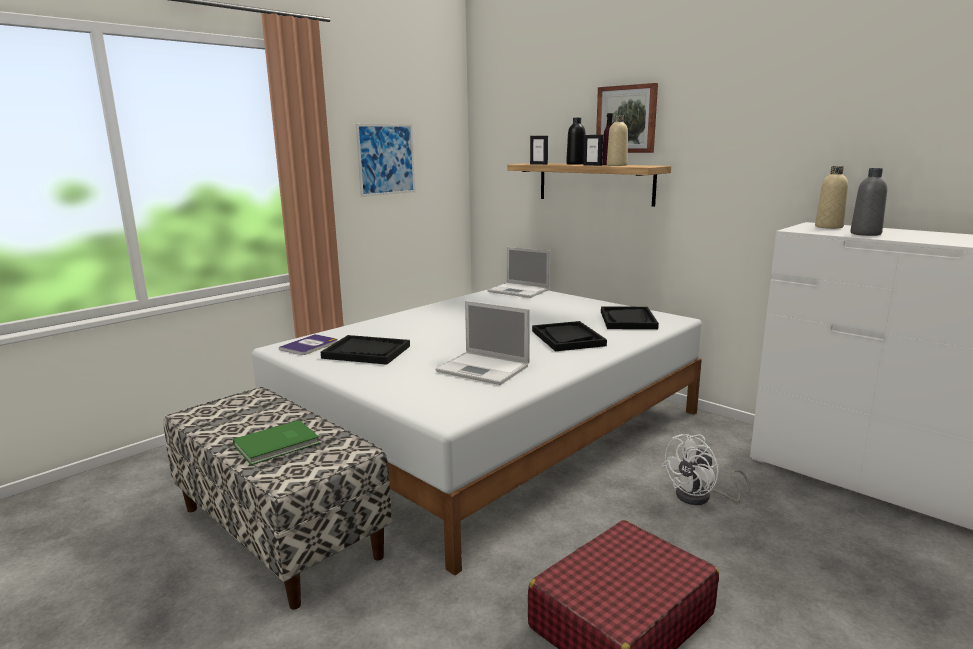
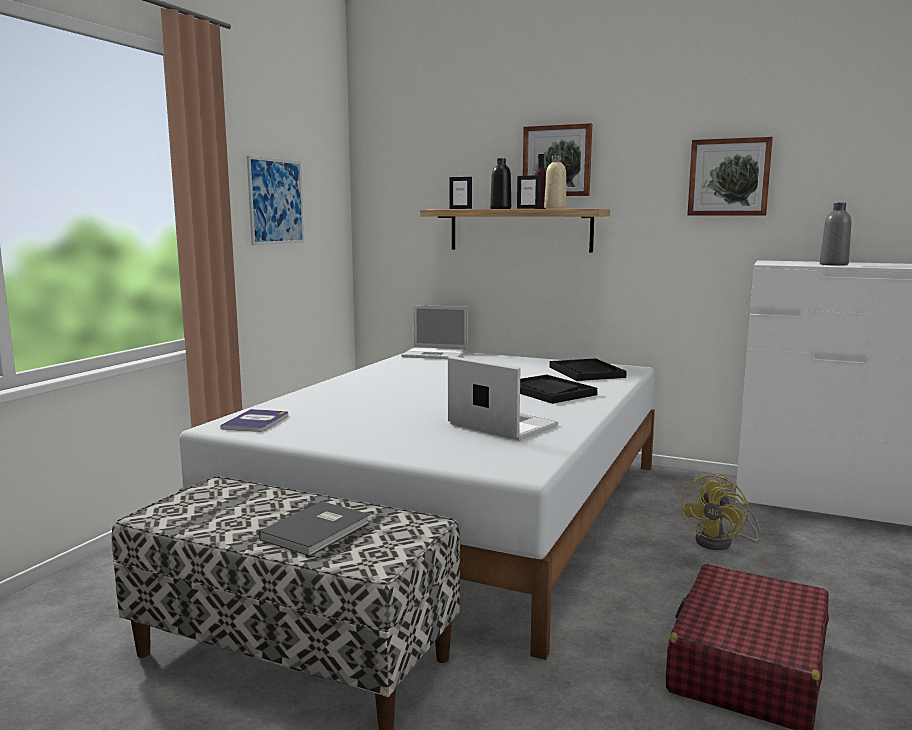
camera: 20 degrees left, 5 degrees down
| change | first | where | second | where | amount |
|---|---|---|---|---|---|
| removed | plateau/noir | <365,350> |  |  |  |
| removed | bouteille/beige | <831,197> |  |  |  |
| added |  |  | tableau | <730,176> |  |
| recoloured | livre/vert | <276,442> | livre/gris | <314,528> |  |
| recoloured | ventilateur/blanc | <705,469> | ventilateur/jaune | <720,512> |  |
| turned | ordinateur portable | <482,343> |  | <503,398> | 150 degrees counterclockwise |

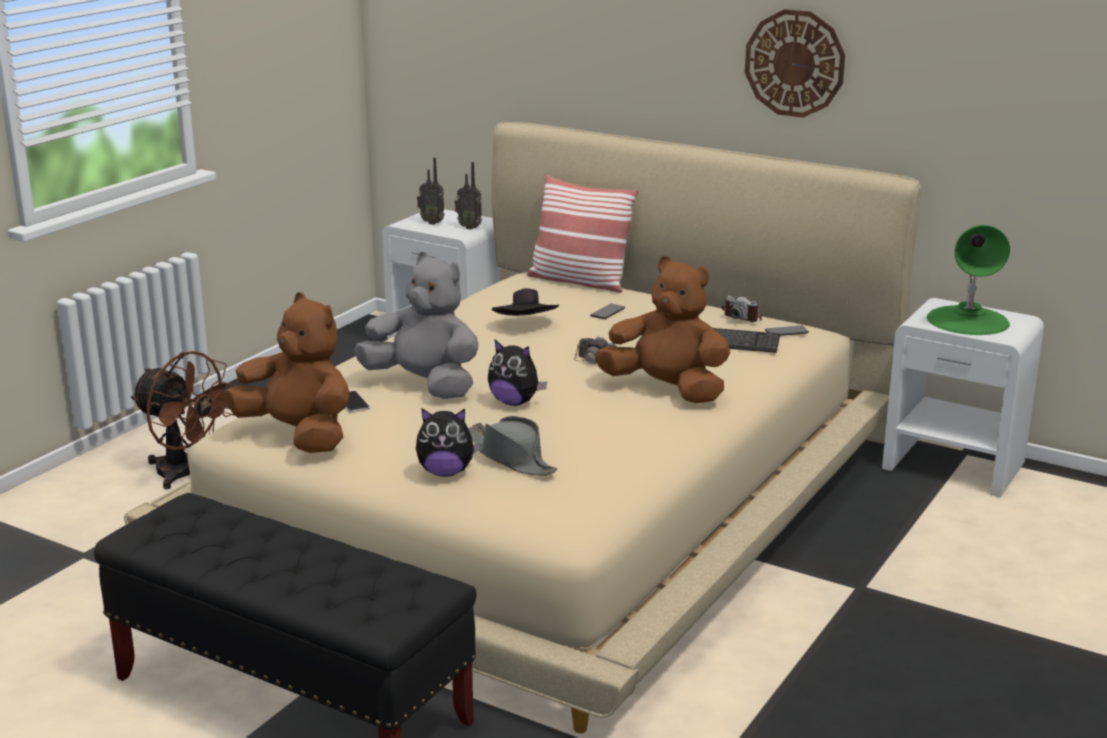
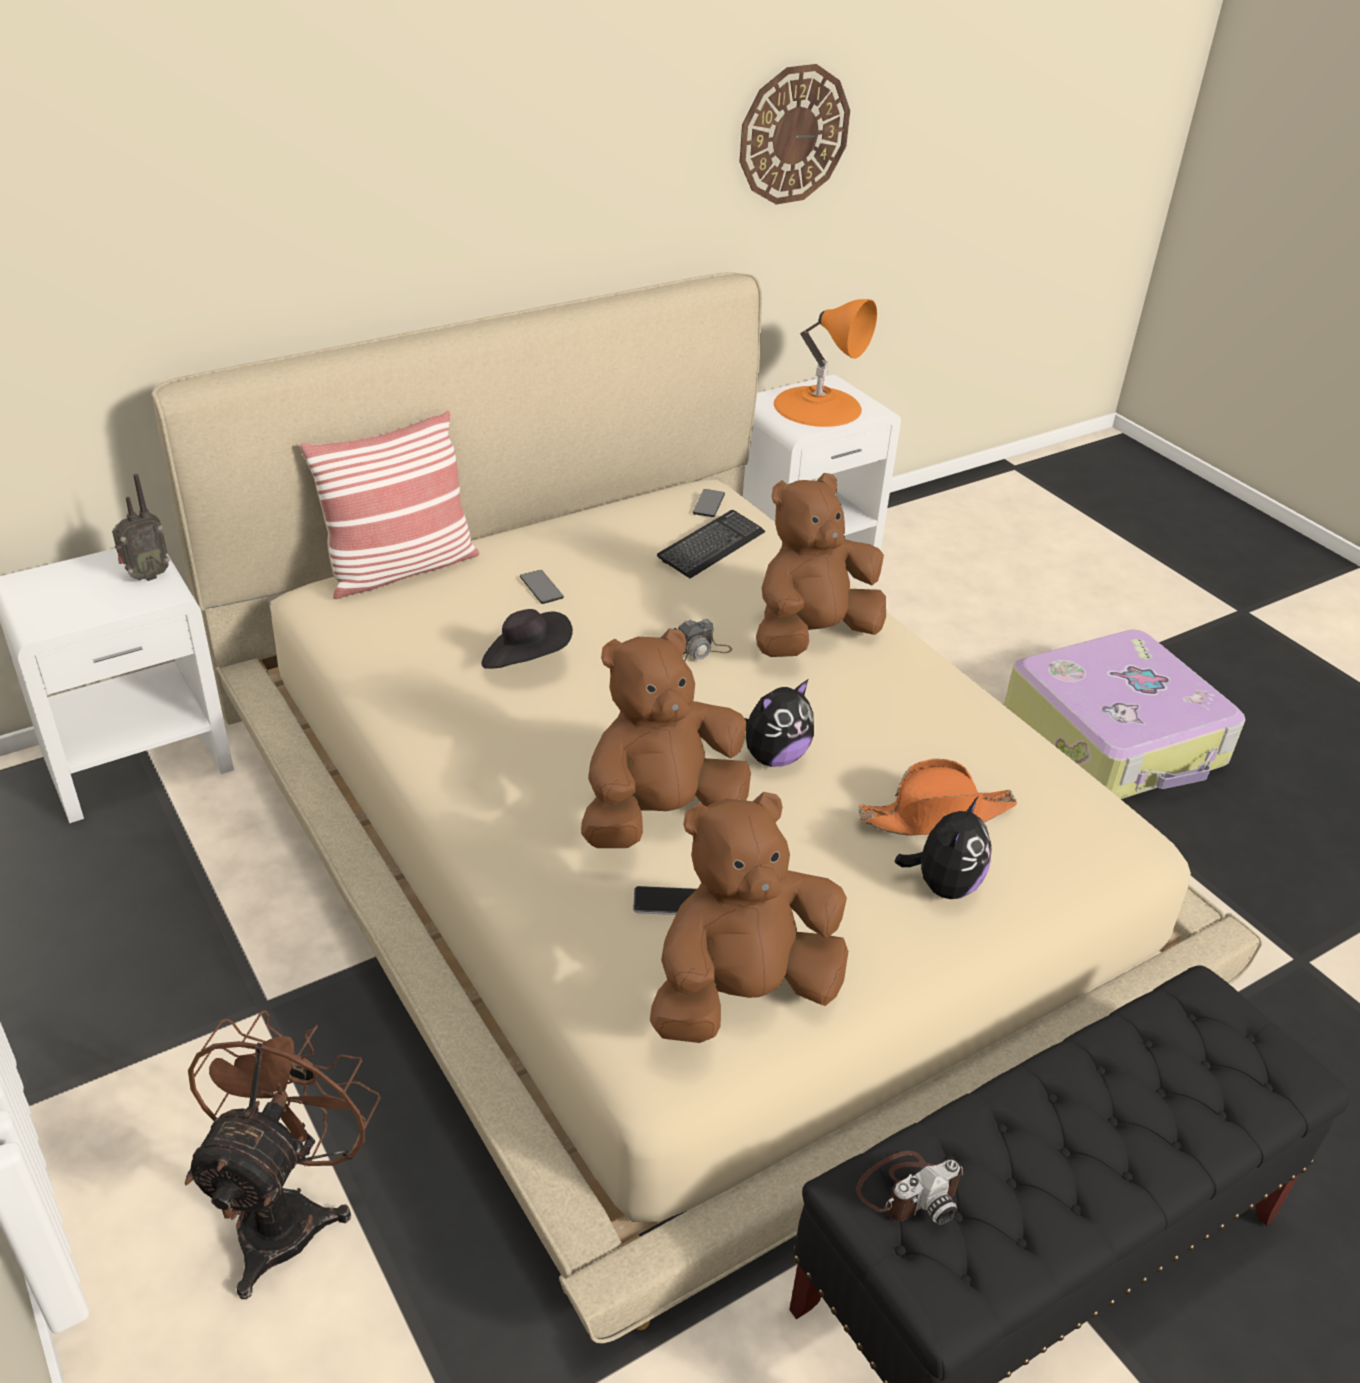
camera: 65 degrees left, 15 degrees up
| change | first | where | second | where | amount |
|---|---|---|---|---|---|
| removed | radio | <431,191> |  |  |  |
| added |  |  | valise | <1125,714> |  |
| moved | appareil photo | <742,309> |  | <910,1188> |  |
| moved | horloge murale | <795,63> |  | <794,134> |  |
| recoloured | peluche/gris | <416,325> | peluche/marron | <666,738> |  |
| recoloured | chapeau/gris | <512,446> | chapeau/orange | <937,797> |  |
| recoloured | lampe de table/vert | <968,280> | lampe de table/orange | <825,363> |  |
| turned | ventilateur/marron | <183,420> |  | <283,1154> | 45 degrees counterclockwise |

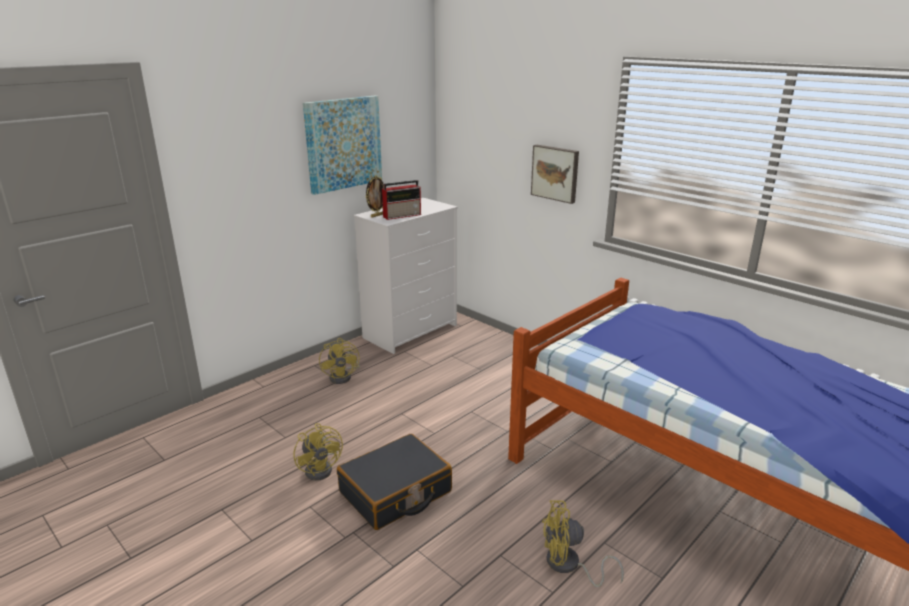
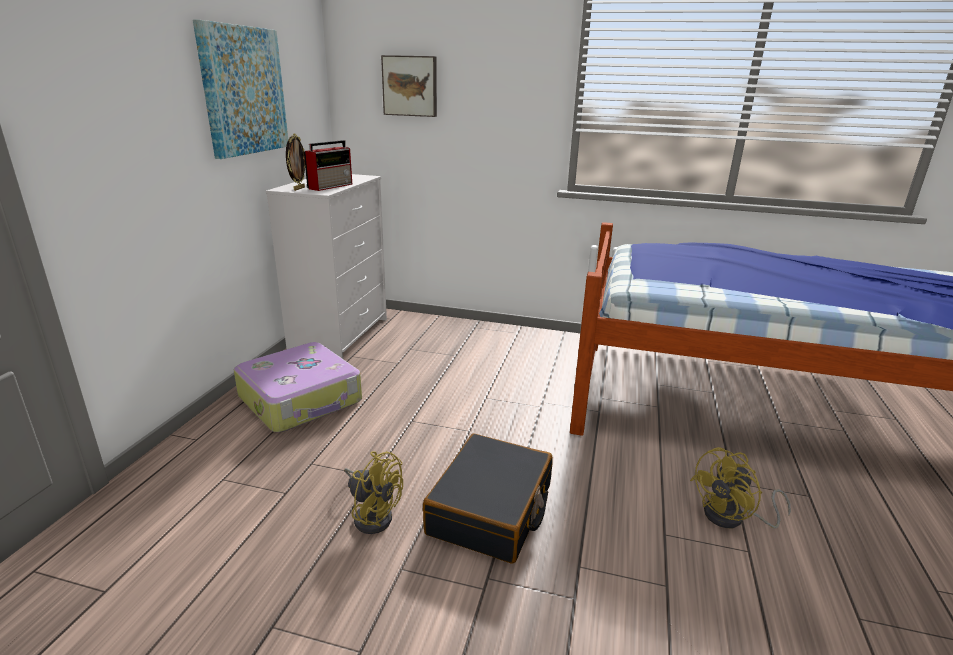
camera: 30 degrees left, 0 degrees up
| change | first | where | second | where | amount |
|---|---|---|---|---|---|
| moved | tableau | <555,174> |  | <409,86> |  |
| replaced | ventilateur/jaune | <339,361> | valise | <298,387> |  |

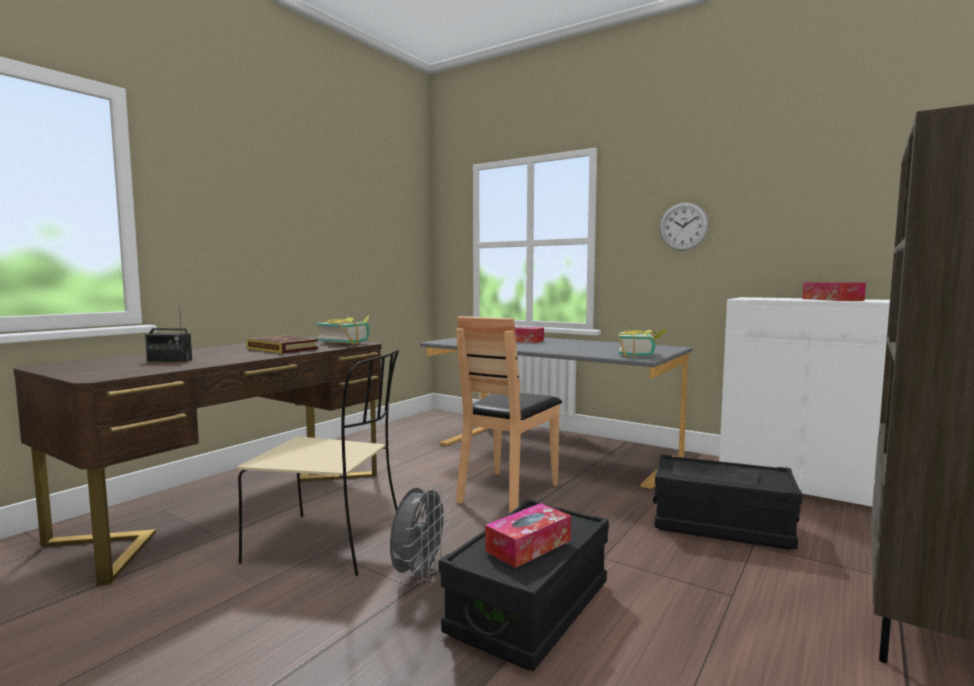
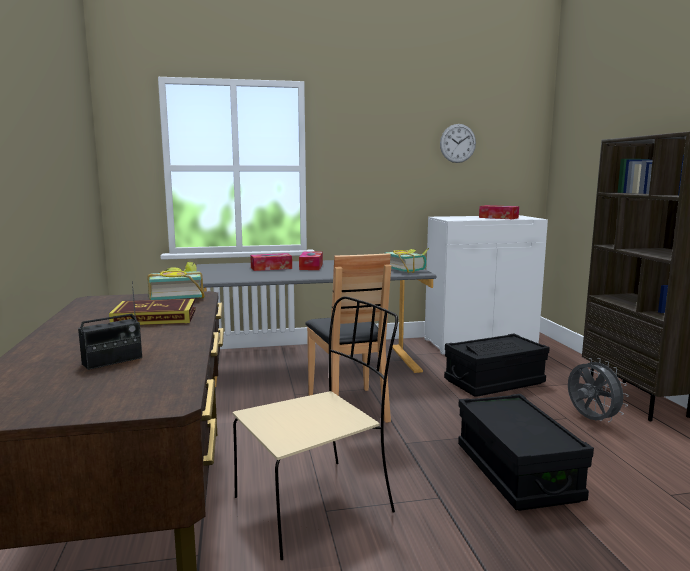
camera: 45 degrees left, 5 degrees up
| change | first | where | second | where | amount |
|---|---|---|---|---|---|
| moved | ventilateur/gris | <420,533> |  | <598,390> |  |
| moved | boîte à mouchoirs | <528,535> |  | <311,261> |  |
| moved | horloge murale | <684,226> |  | <458,143> |  |

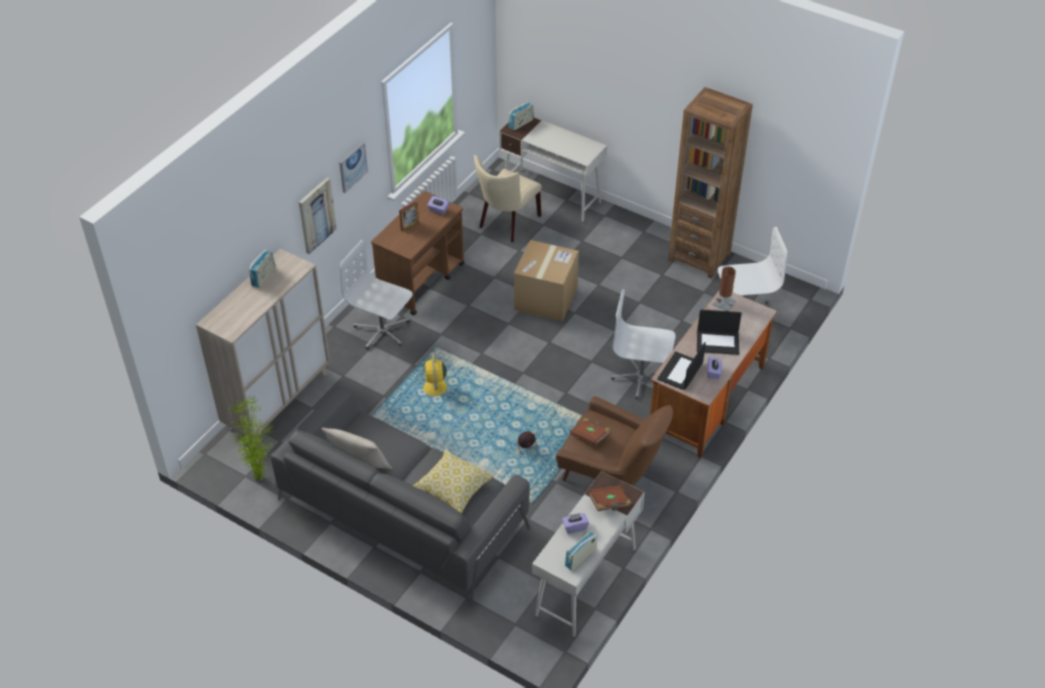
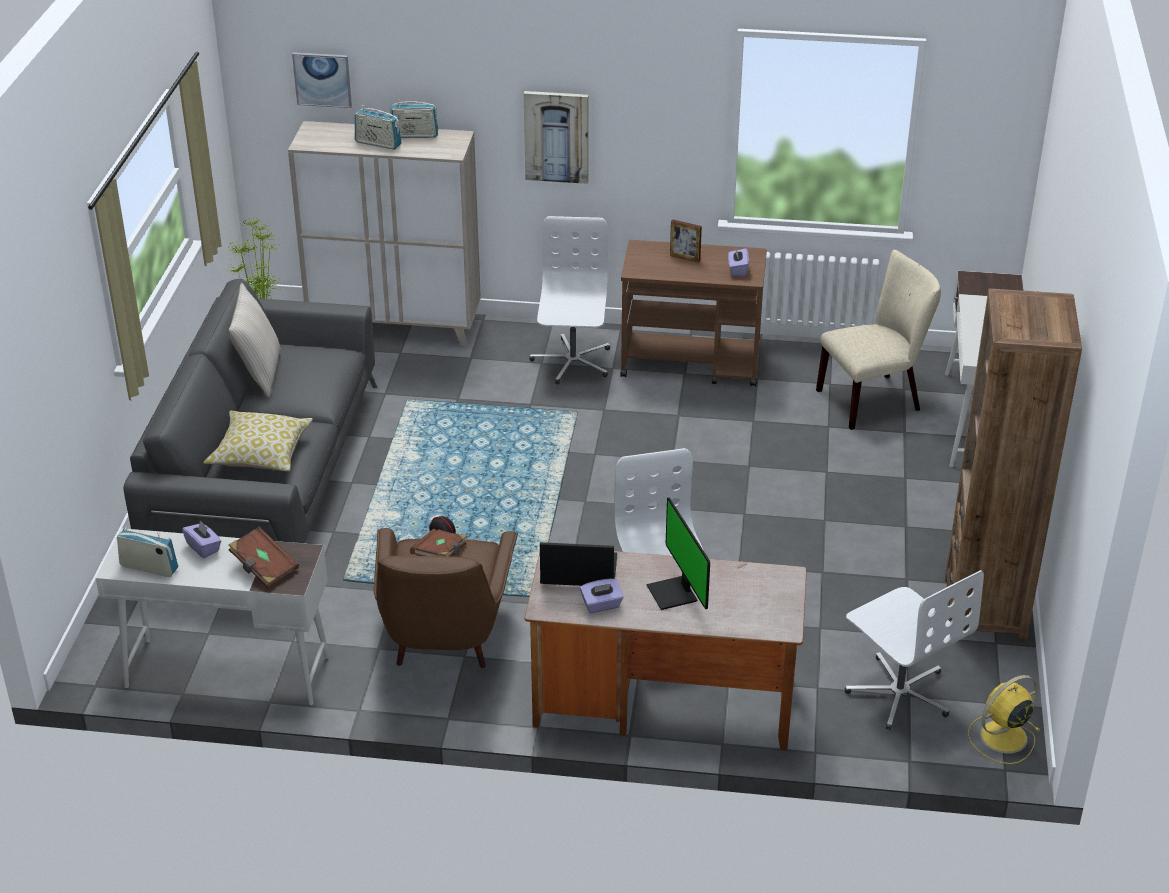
camera: 65 degrees right, 10 degrees down
| change | first | where | second | where | amount |
|---|---|---|---|---|---|
| removed | carton | <546,281> |  |  |  |
| removed | lampe de table/marron | <724,289> |  |  |  |
| moved | tableau | <353,167> |  | <322,80> |  |
| moved | ventilateur/jaune | <435,374> |  | <1003,719> |  |
| moved | radio | <521,116> |  | <378,127> |  |
| replaced | ordinateur portable | <719,332> | écran d'ordinateur | <678,553> |  |
| turned | chaise/beige | <508,198> |  | <878,340> | 150 degrees clockwise |

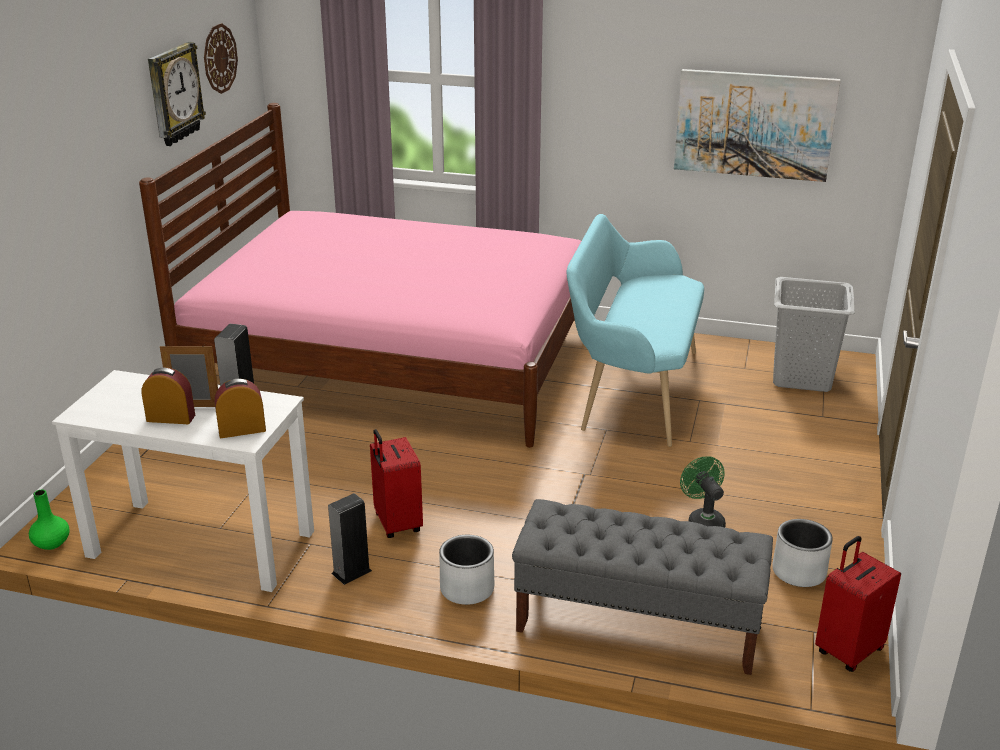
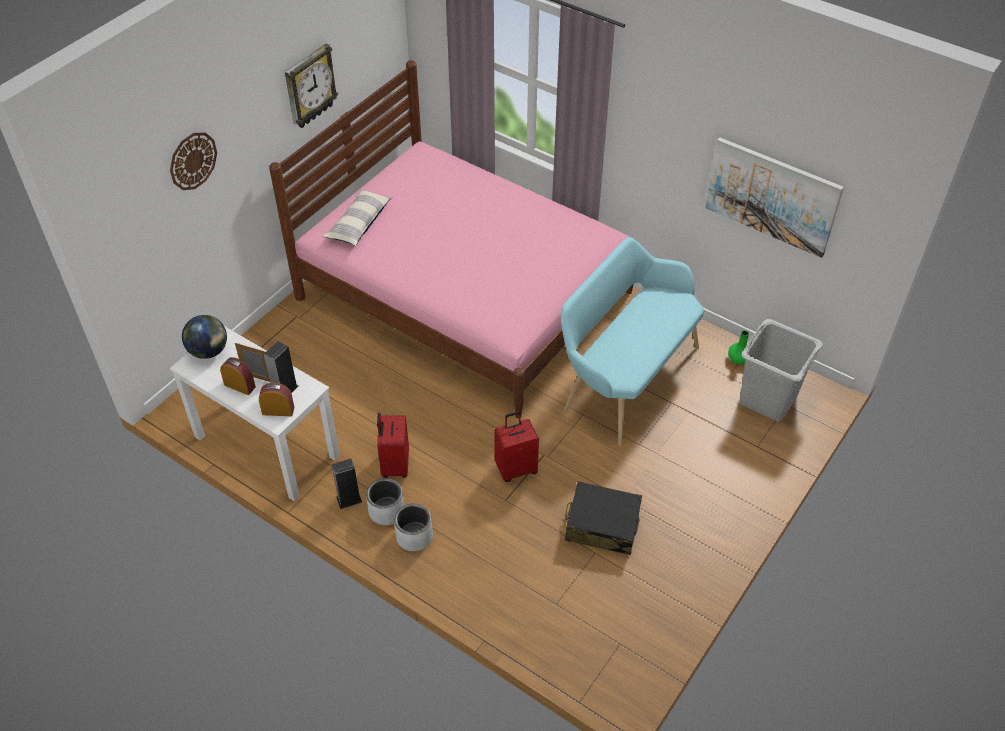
camera: 20 degrees right, 20 degrees up
| change | first | where | second | where | amount |
|---|---|---|---|---|---|
| removed | banc/gris | <642,587> |  |  |  |
| added |  |  | globe | <204,337> |  |
| added |  |  | coussin | <357,217> |  |
| moved | vase/vert | <49,520> |  | <738,347> |  |
| moved | horloge murale | <221,58> |  | <193,161> |  |
| moved | cache-pot/gris | <803,553> |  | <385,501> |  |
| moved | valise/rouge | <858,604> |  | <516,446> |  |
| replaced | ventilateur/vert | <703,491> | valise/noir | <603,518> |  |

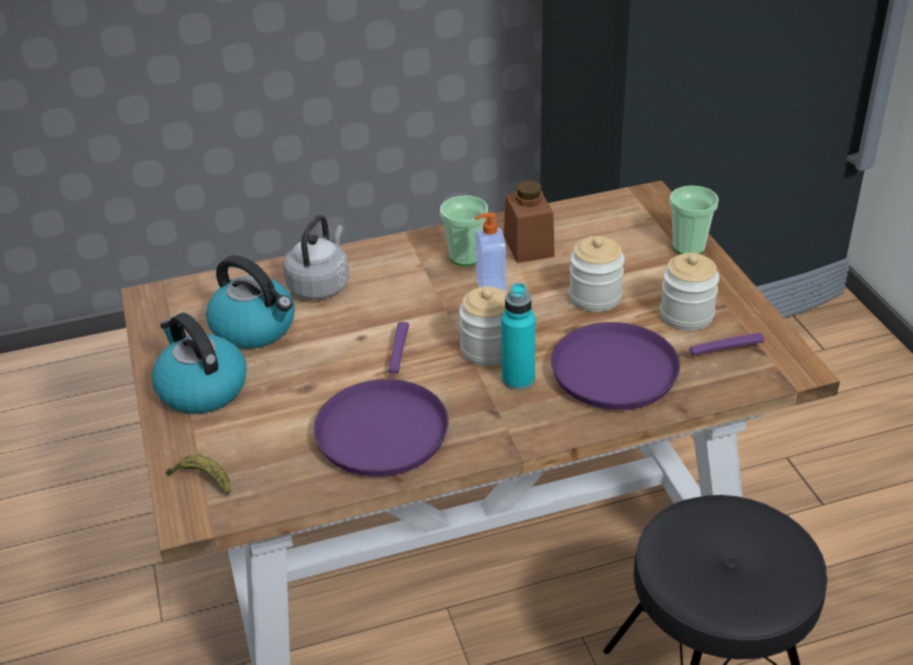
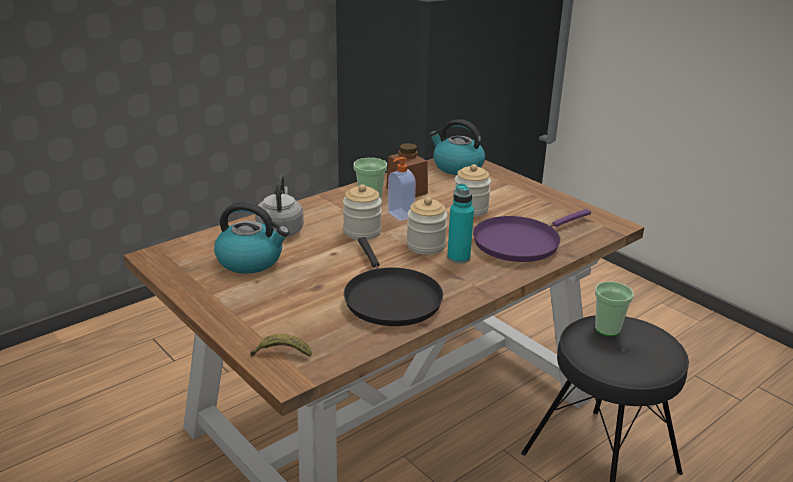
camera: 25 degrees left, 10 degrees down
| change | first | where | second | where | amount |
|---|---|---|---|---|---|
| moved | bouilloire | <199,363> |  | <457,147> |  |
| moved | bocal | <689,292> |  | <362,212> |  |
| moved | tasse | <694,219> |  | <614,308> |  |
| recoloured | poêle/violet | <381,399> | poêle/noir | <393,281> |  |

